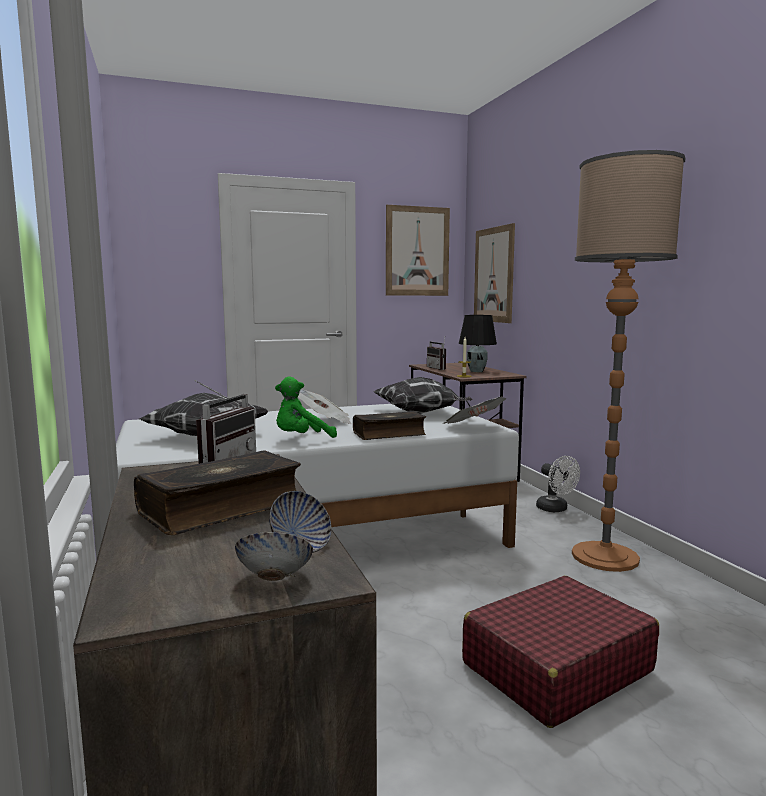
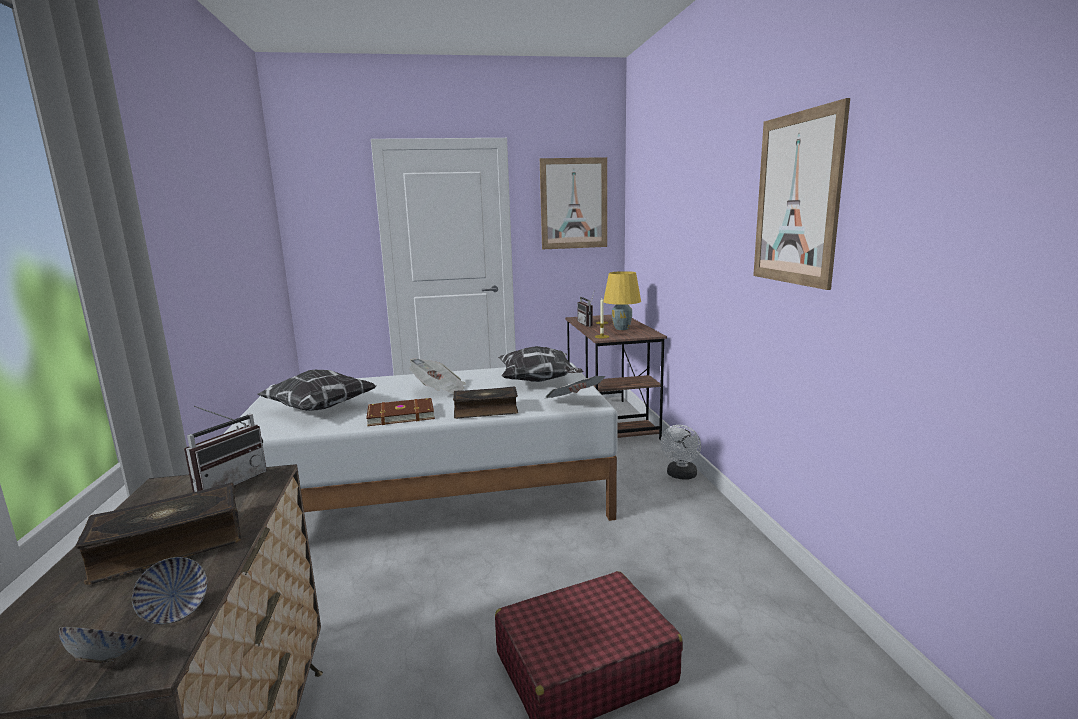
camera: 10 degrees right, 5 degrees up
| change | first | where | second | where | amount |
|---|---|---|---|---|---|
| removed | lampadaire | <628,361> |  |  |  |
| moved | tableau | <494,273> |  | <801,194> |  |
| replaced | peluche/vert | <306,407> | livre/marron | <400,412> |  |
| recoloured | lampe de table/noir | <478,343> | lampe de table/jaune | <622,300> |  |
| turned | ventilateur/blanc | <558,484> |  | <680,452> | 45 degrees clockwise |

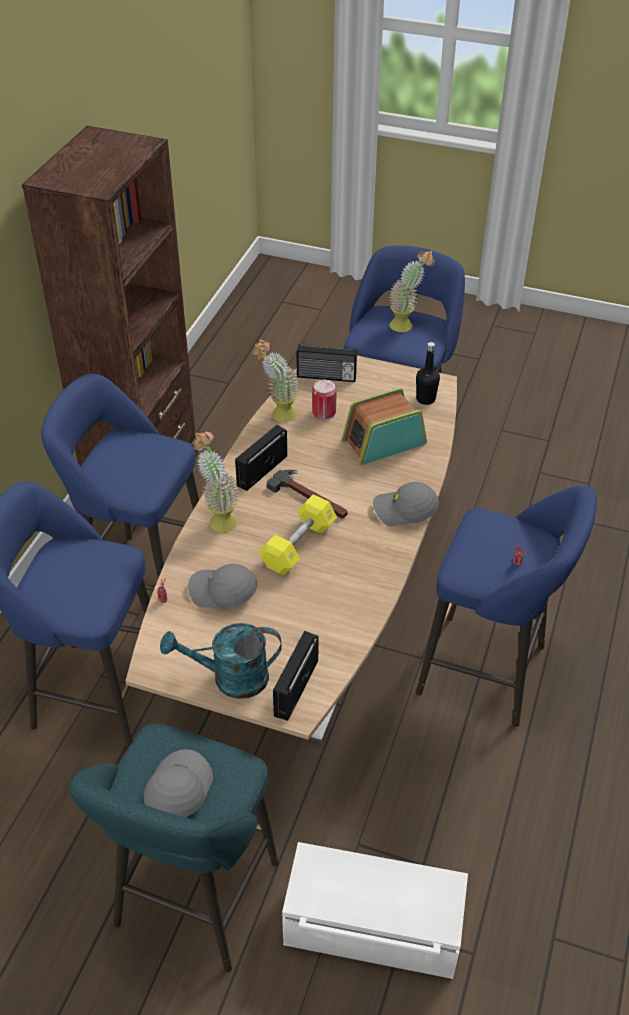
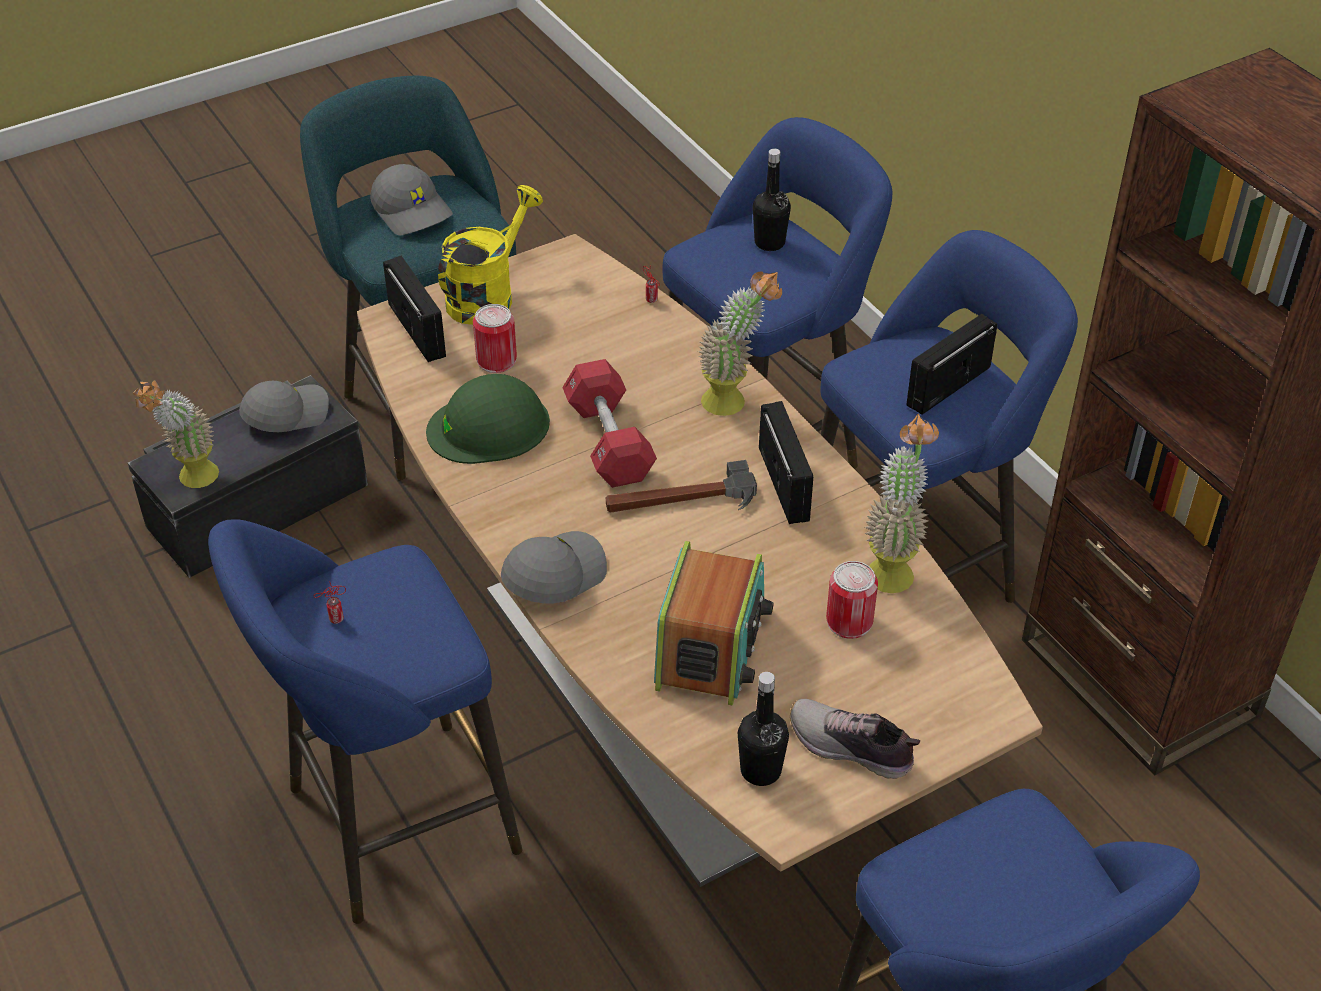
camera: 130 degrees right, 0 degrees up
| change | first | where | second | where | amount |
|---|---|---|---|---|---|
| added |  |  | casque de chantier/vert | <488,419> |  |
| added |  |  | boîte métallique | <495,338> |  |
| added |  |  | bouteille/noir | <772,200> |  |
| added |  |  | chaussure | <855,739> |  |
| moved | casquette/gris | <223,586> |  | <284,406> |  |
| moved | radio | <327,363> |  | <952,364> |  |
| moved | plante en pot | <412,291> |  | <176,434> |  |
| recoloured | arrosoir/turquoise | <221,661> | arrosoir/jaune | <490,255> |  |
| recoloured | haltère/jaune | <298,534> | haltère/rouge | <609,423> |  |
| recoloured | boîte de rangement/blanc | <375,910> | boîte de rangement/noir | <248,476> |  |

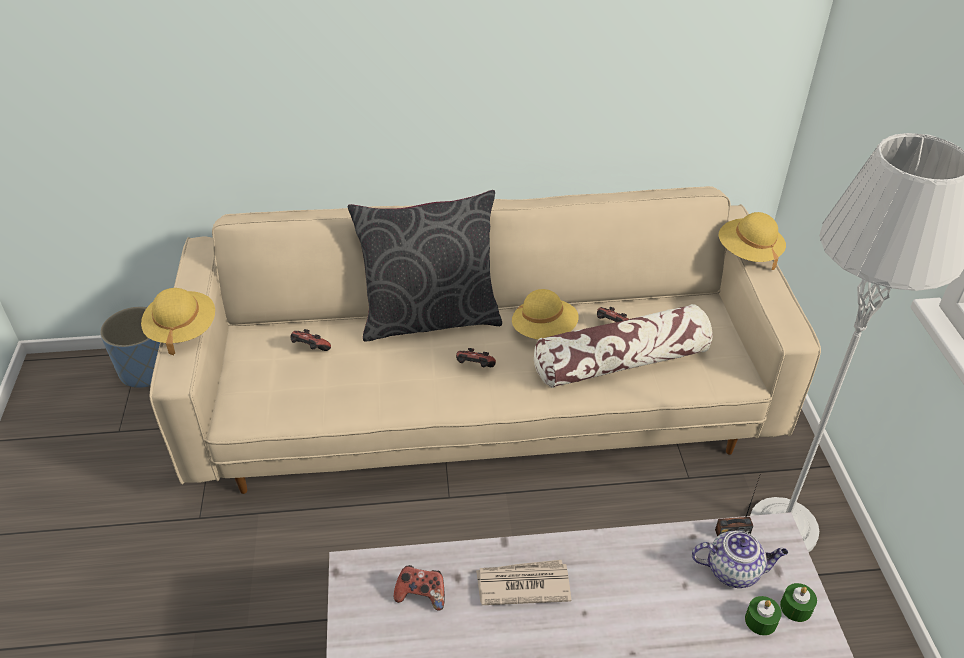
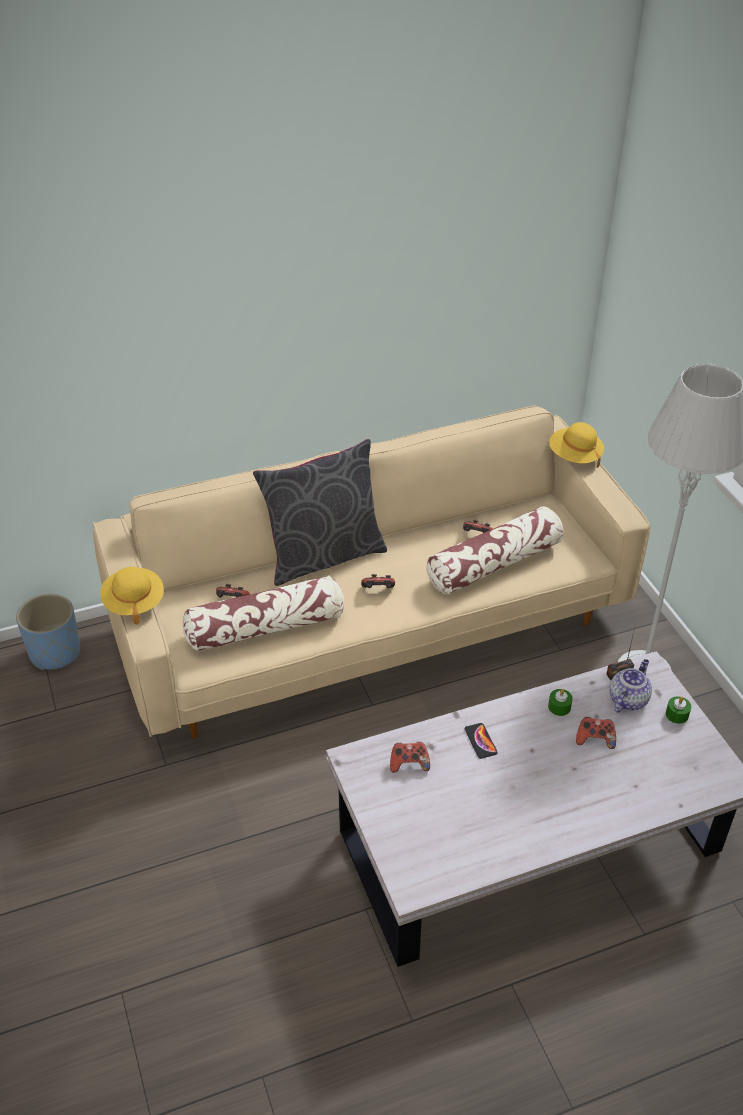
camera: 15 degrees left, 0 degrees up
| change | first | where | second | where | amount |
|---|---|---|---|---|---|
| removed | chapeau/jaune | <545,314> |  |  |  |
| added |  |  | coussin | <263,614> |  |
| added |  |  | manette | <596,733> |  |
| moved | bougie/vert | <763,616> |  | <560,702> |  |
| replaced | journal | <523,582> | téléphone | <481,741> |  |
| turned | théière | <739,559> |  | <630,686> | 45 degrees counterclockwise |

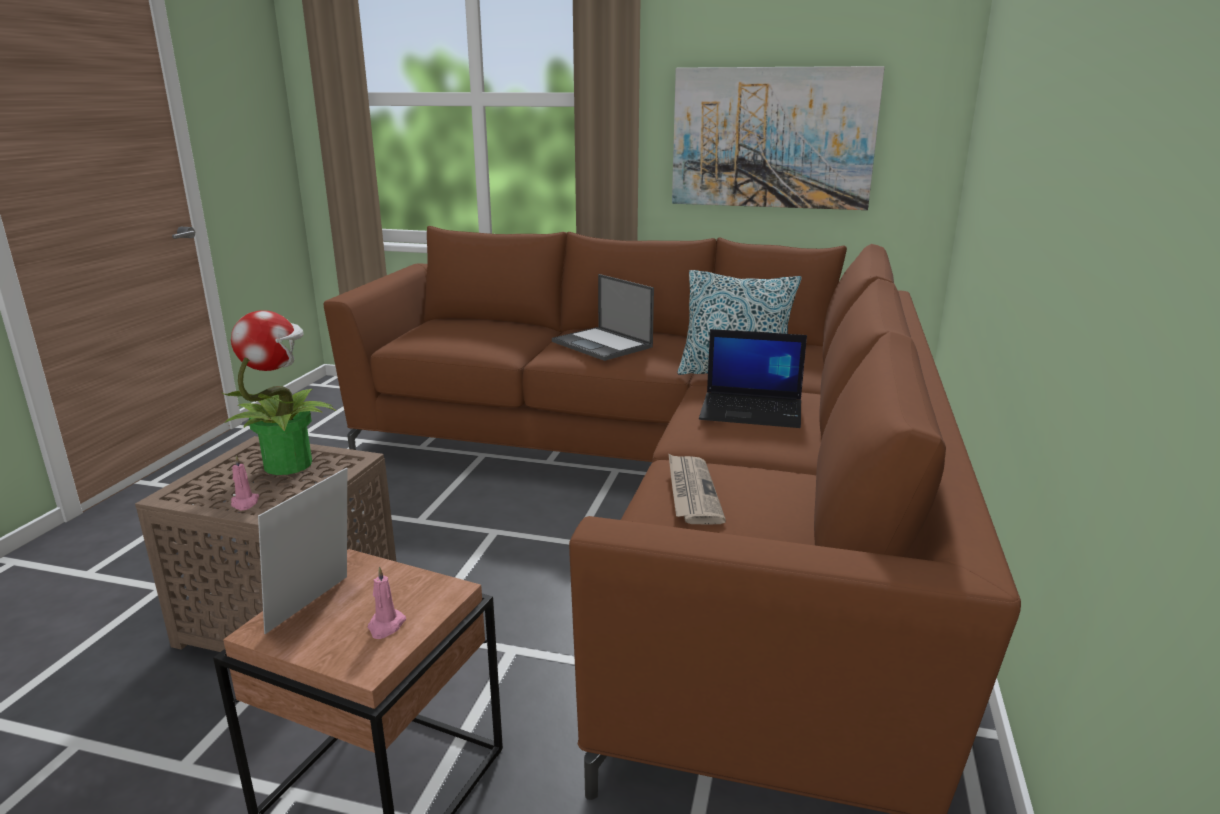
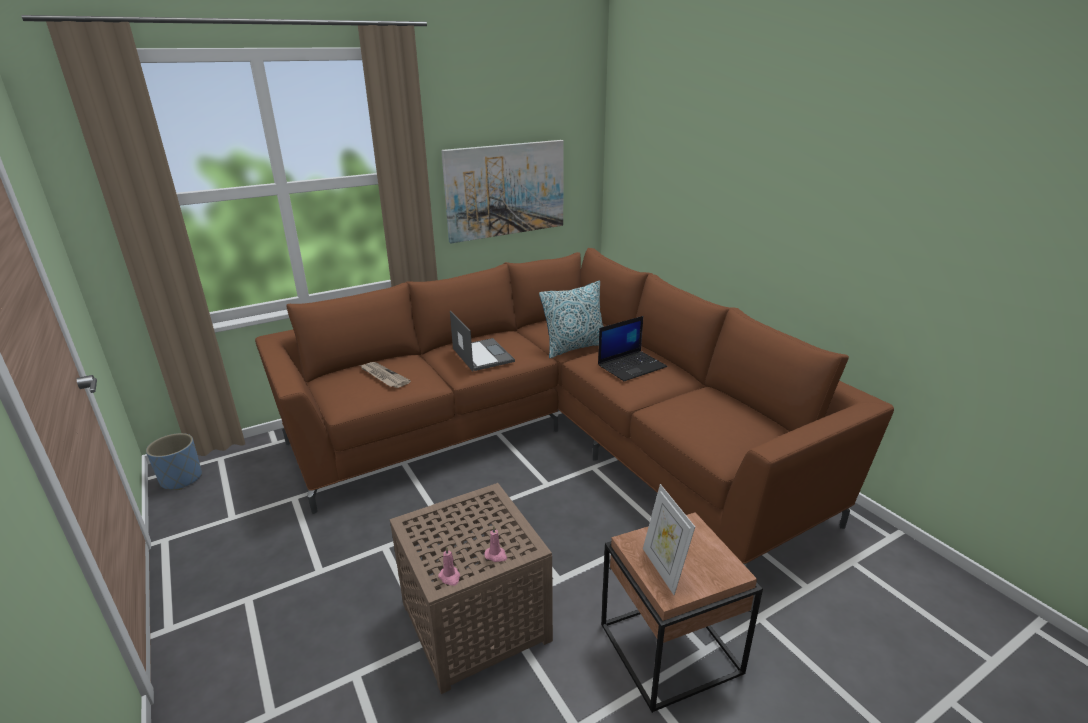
camera: 45 degrees left, 5 degrees up
| change | first | where | second | where | amount |
|---|---|---|---|---|---|
| removed | plante en pot | <278,393> |  |  |  |
| added |  |  | cache-pot/bleu | <174,461> |  |
| moved | bougie/rose | <387,602> |  | <449,566> |  |
| moved | journal | <697,489> |  | <385,375> |  |
| turned | ordinateur portable | <603,317> |  | <482,341> | 120 degrees counterclockwise |

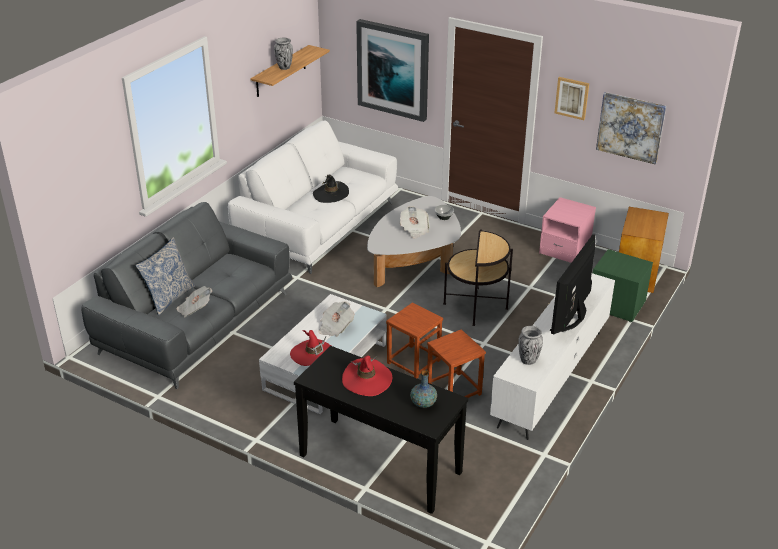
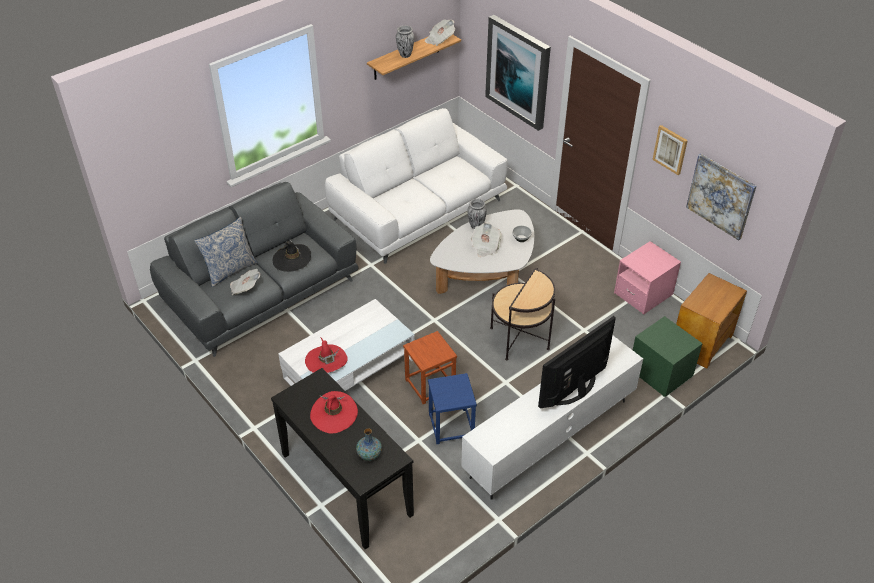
camera: 20 degrees right, 10 degrees up
| change | first | where | second | where | amount |
|---|---|---|---|---|---|
| moved | chapeau/noir | <331,189> |  | <292,255> |  |
| moved | journal | <336,319> |  | <440,32> |  |
| moved | vase | <530,345> |  | <477,214> |  |
| recoloured | tabouret/marron | <456,363> | tabouret/bleu | <452,408> |  |

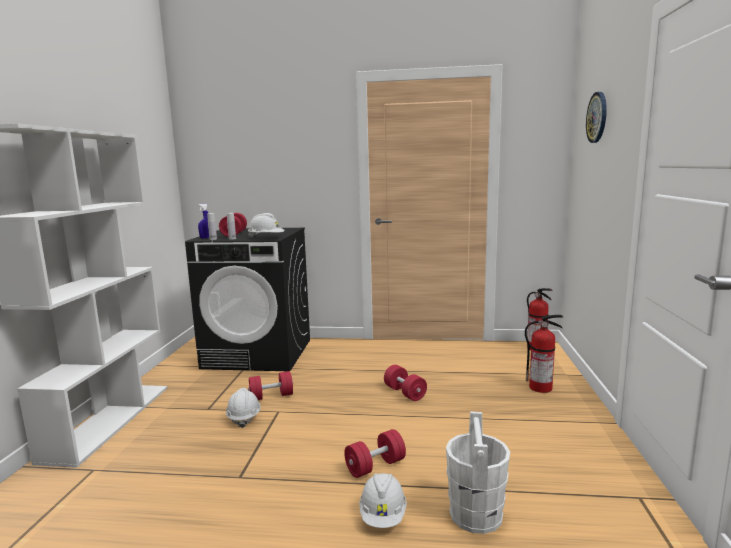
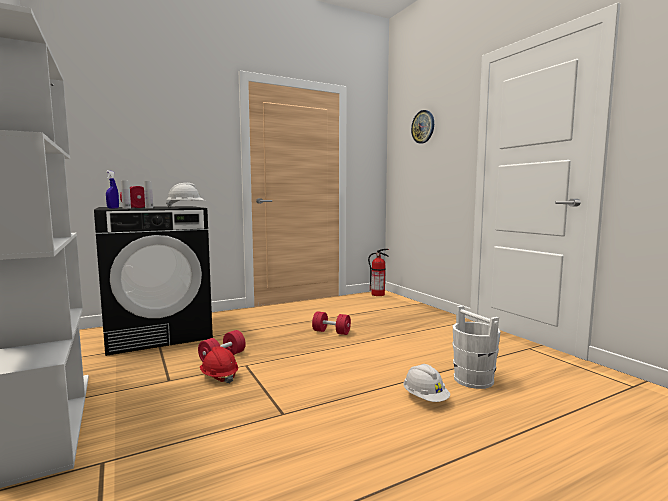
camera: 35 degrees left, 5 degrees down
| change | first | where | second | where | amount |
|---|---|---|---|---|---|
| removed | haltère/rouge | <375,453> |  |  |  |
| removed | extincteur | <544,354> |  |  |  |
| recoloured | casque de chantier/blanc | <243,408> | casque de chantier/rouge | <219,365> |  |

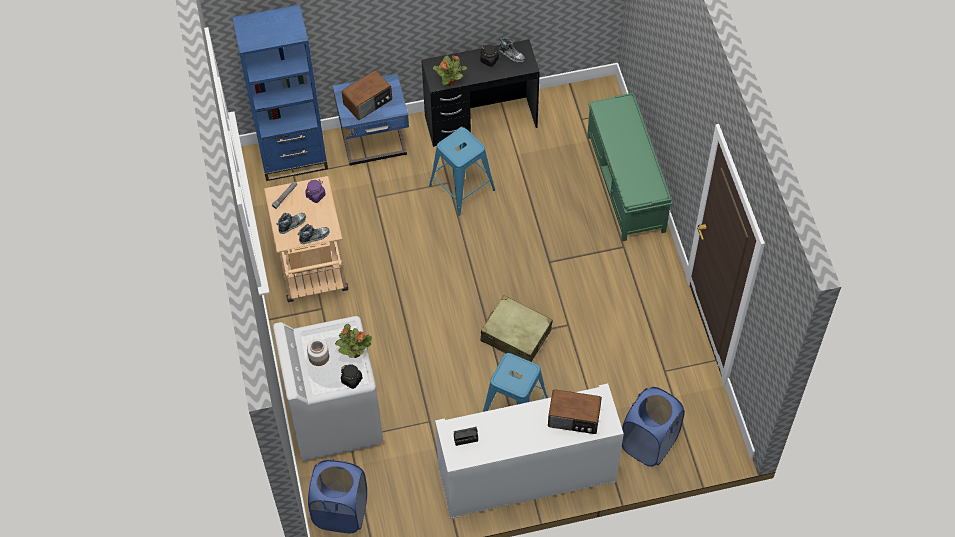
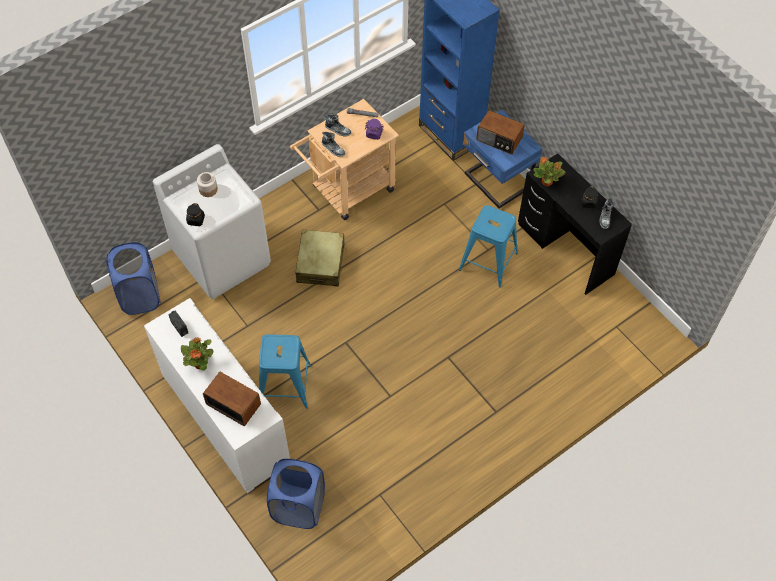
camera: 65 degrees right, 0 degrees up
| change | first | where | second | where | amount |
|---|---|---|---|---|---|
| removed | banc/vert | <629,167> |  |  |  |
| moved | plante en pot | <353,341> |  | <197,354> |  |
| moved | valise/beige | <517,329> |  | <320,258> |  |
| turned | radio | <575,411> |  | <232,399> | 135 degrees clockwise |

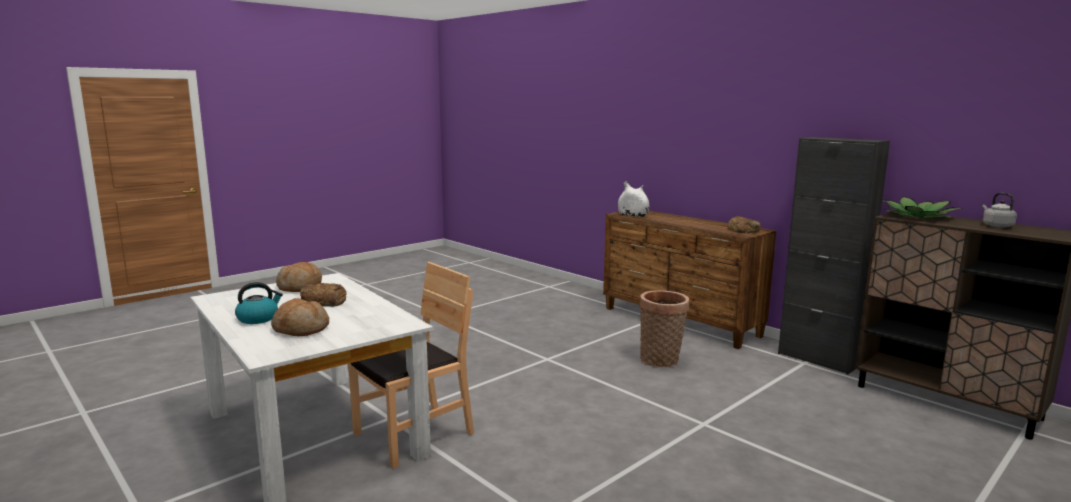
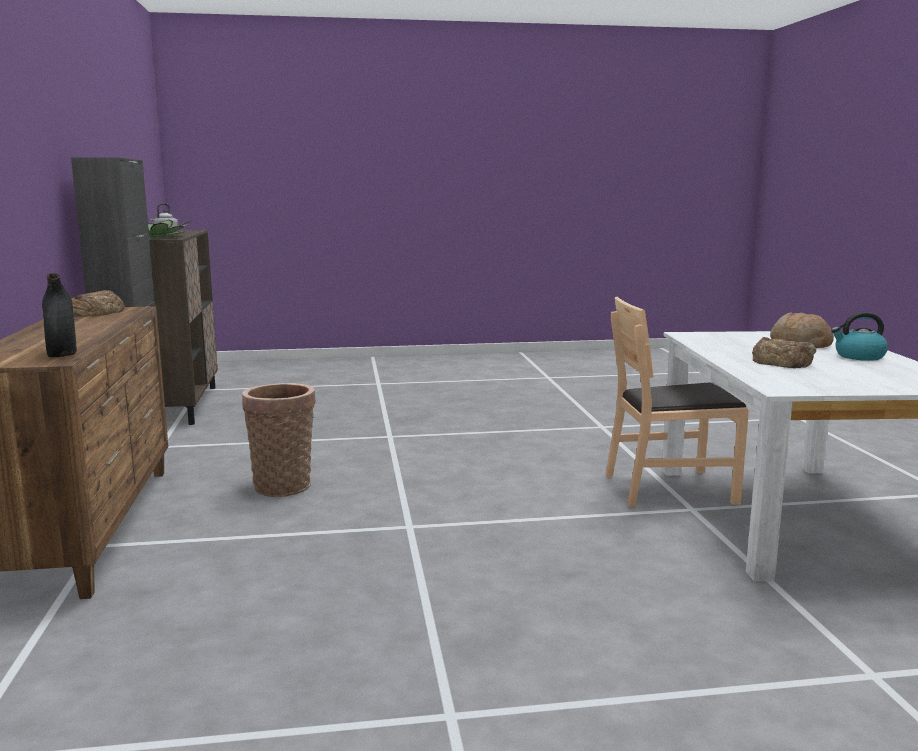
camera: 145 degrees left, 0 degrees up
| change | first | where | second | where | amount |
|---|---|---|---|---|---|
| removed | pain | <299,277> |  |  |  |
| recoloured | vase/blanc | <633,199> | vase/noir | <59,315> |  |

